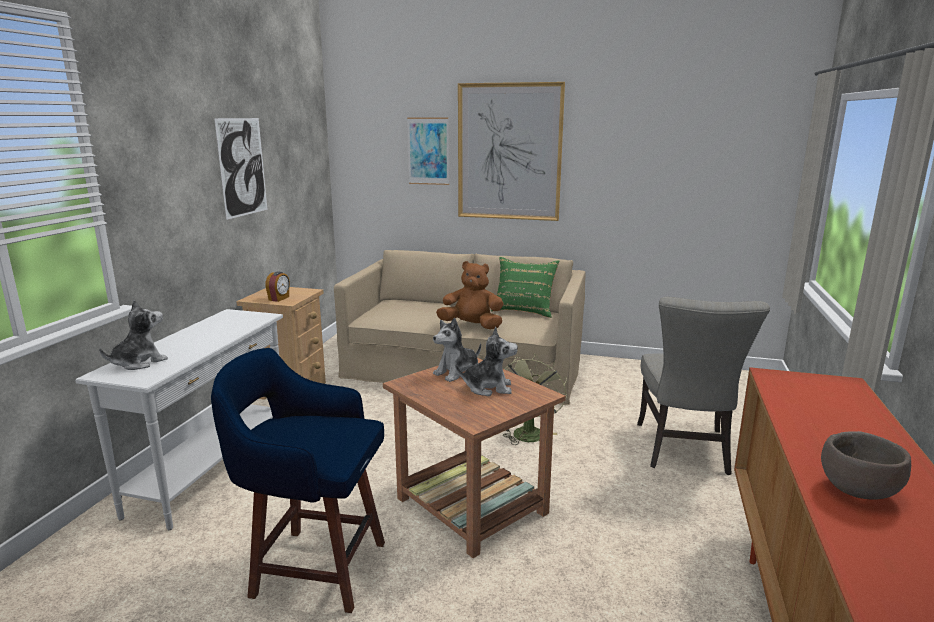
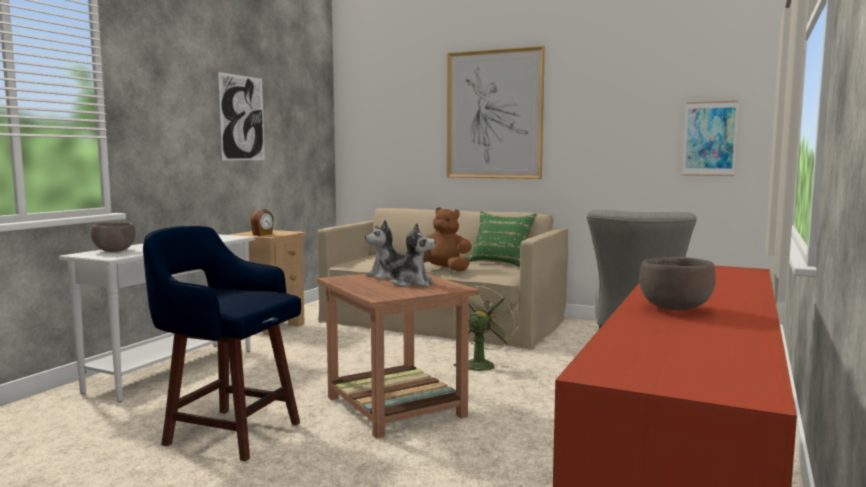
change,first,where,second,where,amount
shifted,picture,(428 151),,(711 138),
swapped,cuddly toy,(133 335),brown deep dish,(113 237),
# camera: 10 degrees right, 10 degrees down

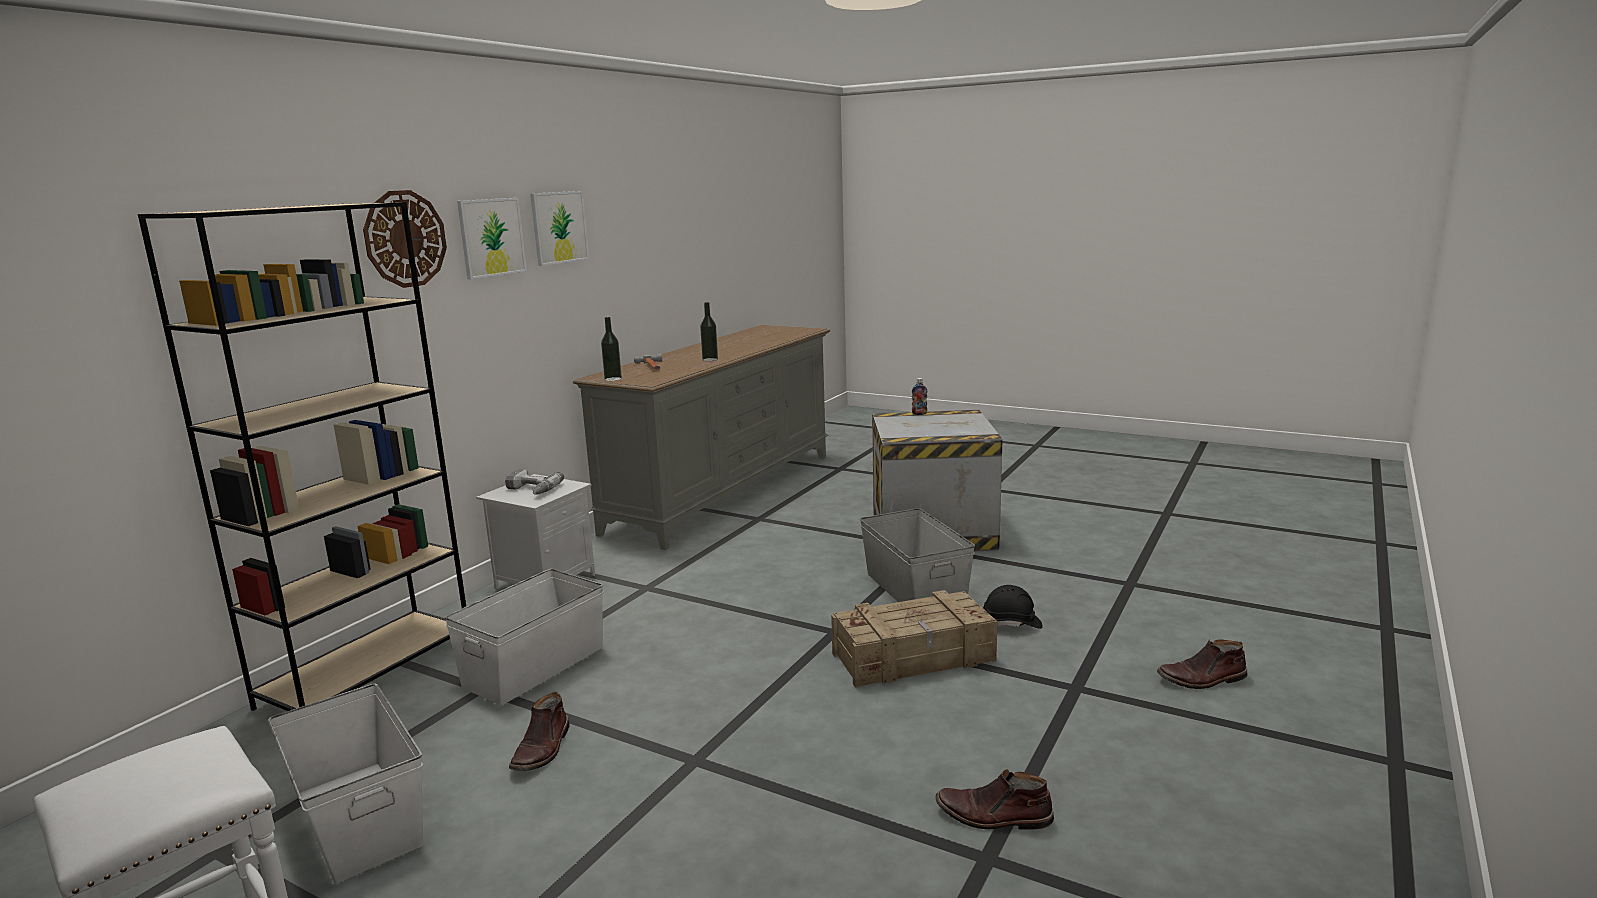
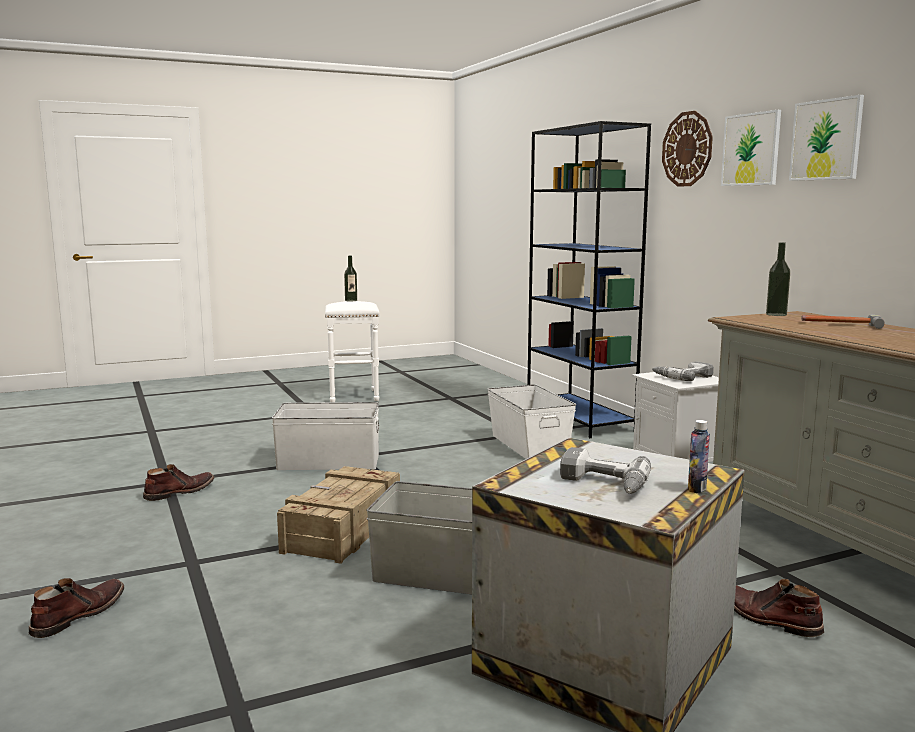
change,first,where,second,where,amount
repainted,sand-coloured bookcase,(302 456),blue bookcase,(589 279),
shifted,beverage bottle,(709 331),,(350 278),
gone,blackish work helmet,(1013 607),,,
shifted,whitish storage bin,(345 783),,(325 436),
shifted,brown boot,(539 731),,(779 608),
new,,,drill,(605 470),
# camera: 125 degrees right, 5 degrees down

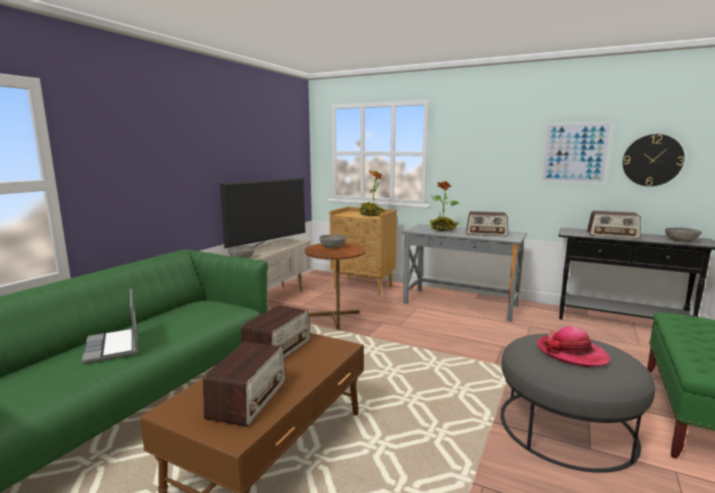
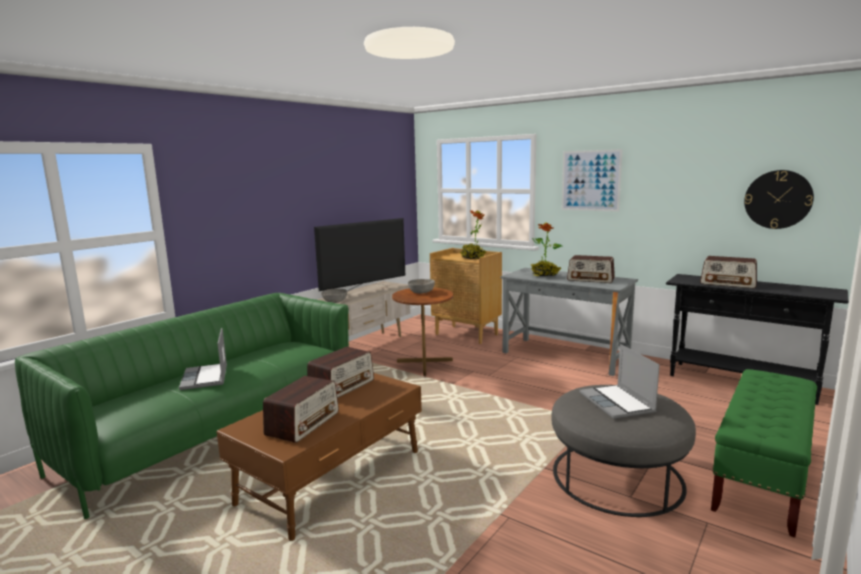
change,first,where,second,where,amount
shifted,picture,(577 153),,(592 180),
gone,greyish deep dish,(683 234),,,
swapped,hat,(574 346),notebook computer,(620 381),
# camera: 10 degrees right, 0 degrees up

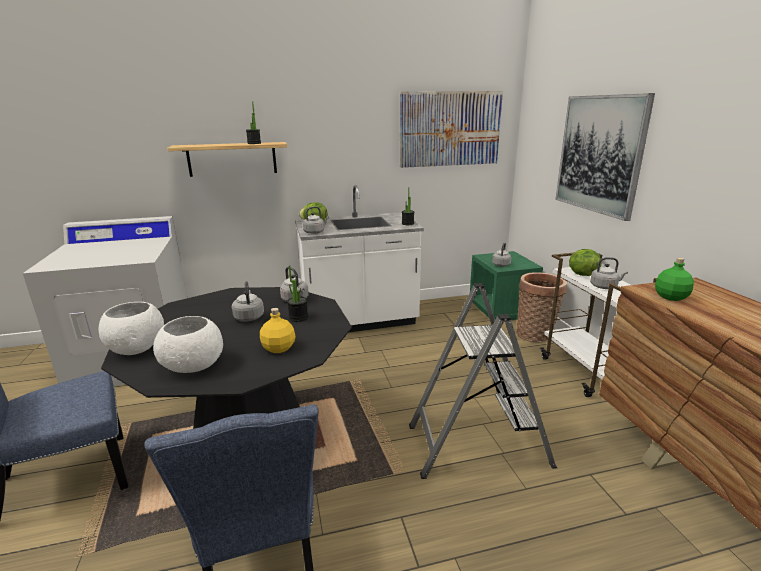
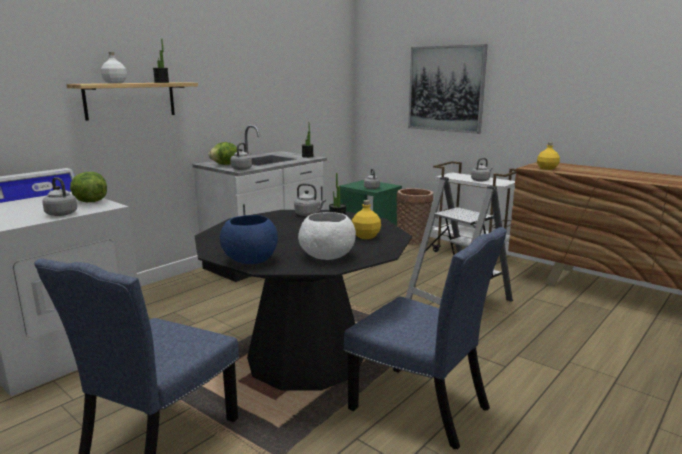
change,first,where,second,where,amount
gone,picture,(451 129),,,
shifted,head of lettuce,(585 262),,(88 187),
repainted,green-coloured beverage bottle,(674 279),yellow beverage bottle,(548 156),
shifted,greyish tea kettle,(248 301),,(59 196),
repainted,whitish deep dish,(131 328),blue deep dish,(249 239),
new,,,whitish beverage bottle,(114 67),
# camera: 35 degrees left, 5 degrees down

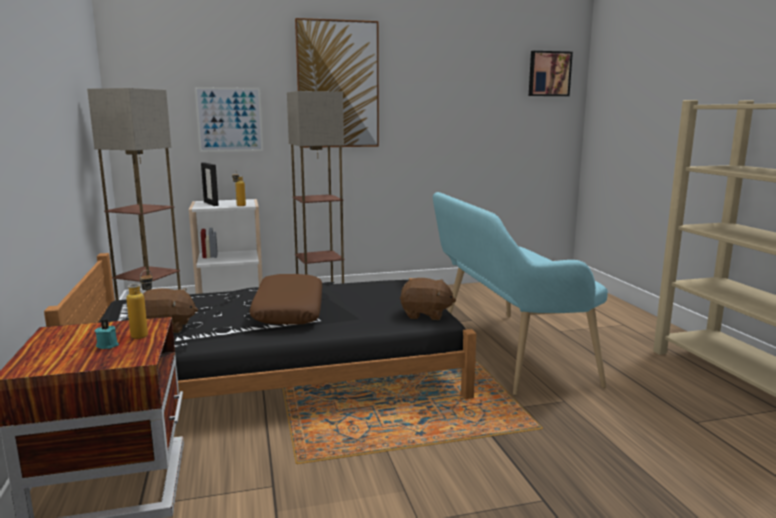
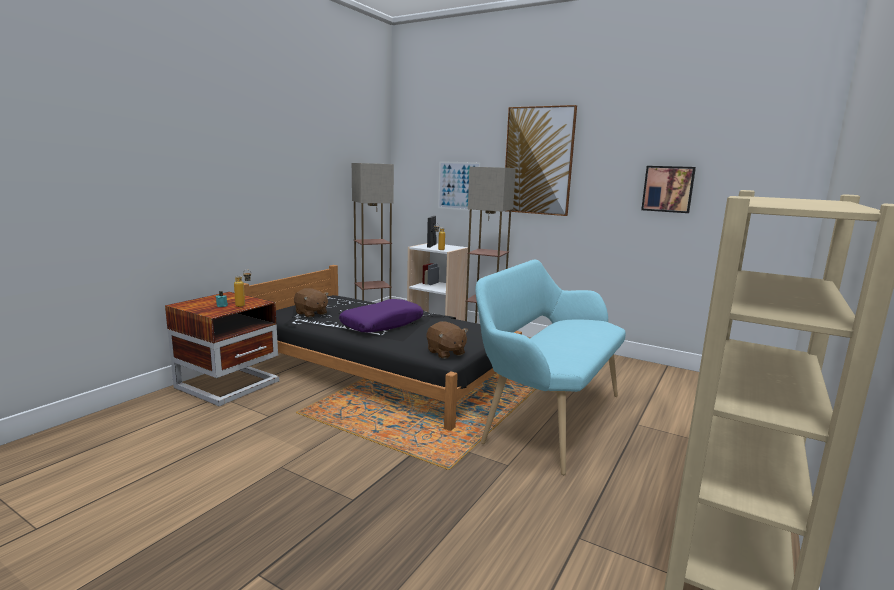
change,first,where,second,where,amount
shifted,picture,(551 73),,(668 189),
repainted,brown pillow,(285 299),purplish pillow,(381 316),
# camera: 45 degrees right, 0 degrees up

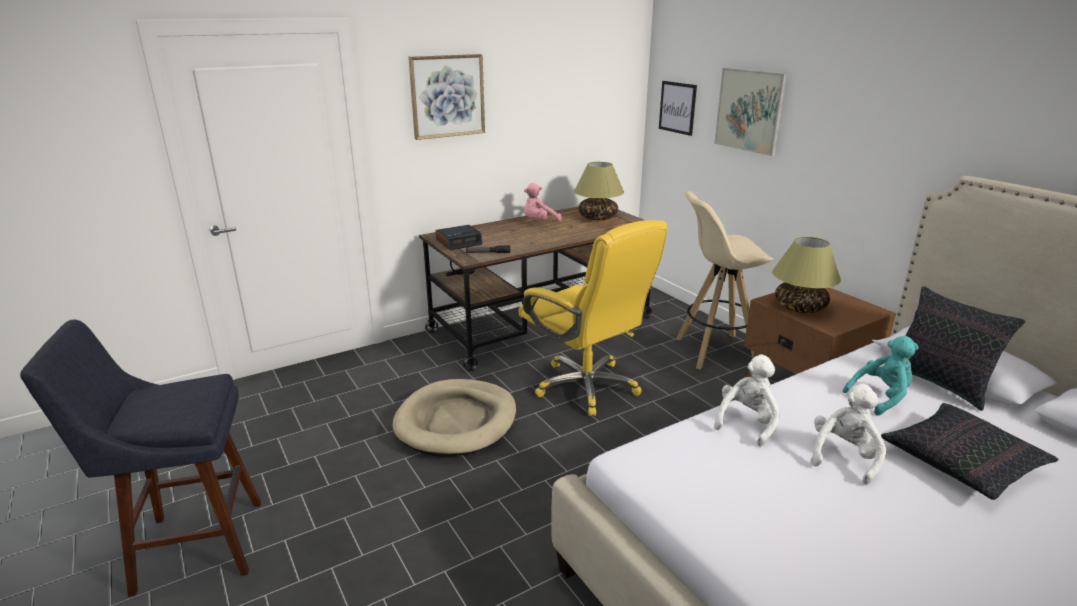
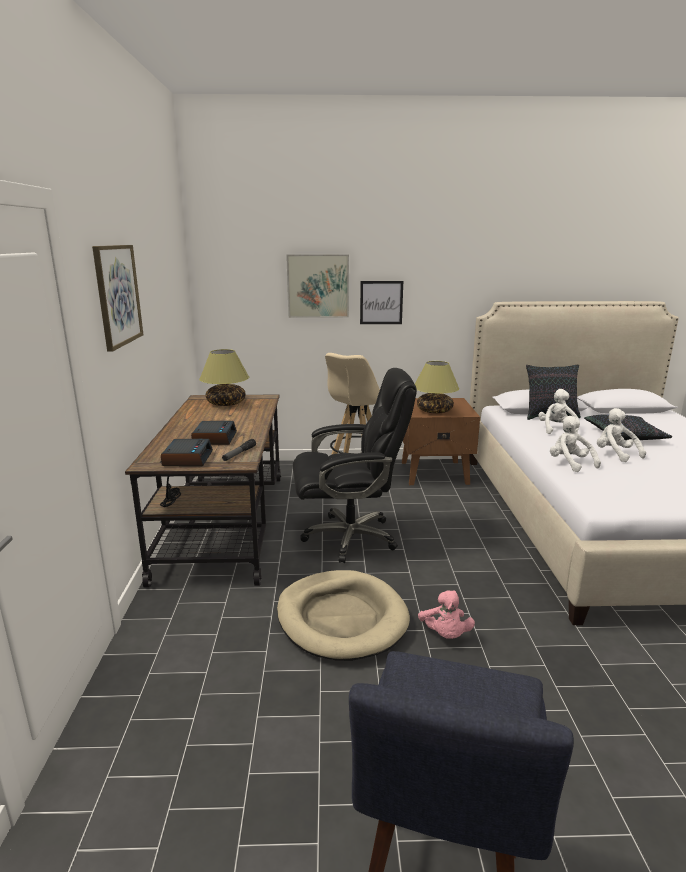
change,first,where,second,where,amount
shifted,picture,(678 108),,(381 302),
shifted,pink-coloured cuddly toy,(543 202),,(446 614),
repainted,yellow office chair,(593 318),blackish office chair,(355 465),
repainted,blue-green cuddly toy,(881 376),whitish cuddly toy,(559 411),
new,,,table clock,(214 433),
# camera: 60 degrees left, 5 degrees down

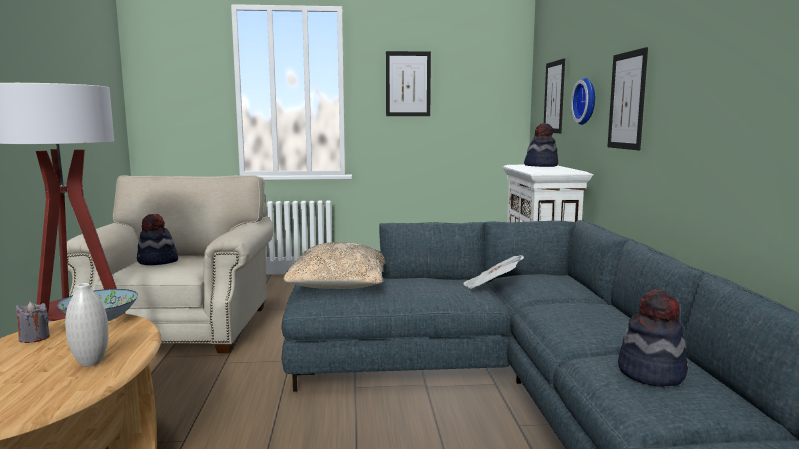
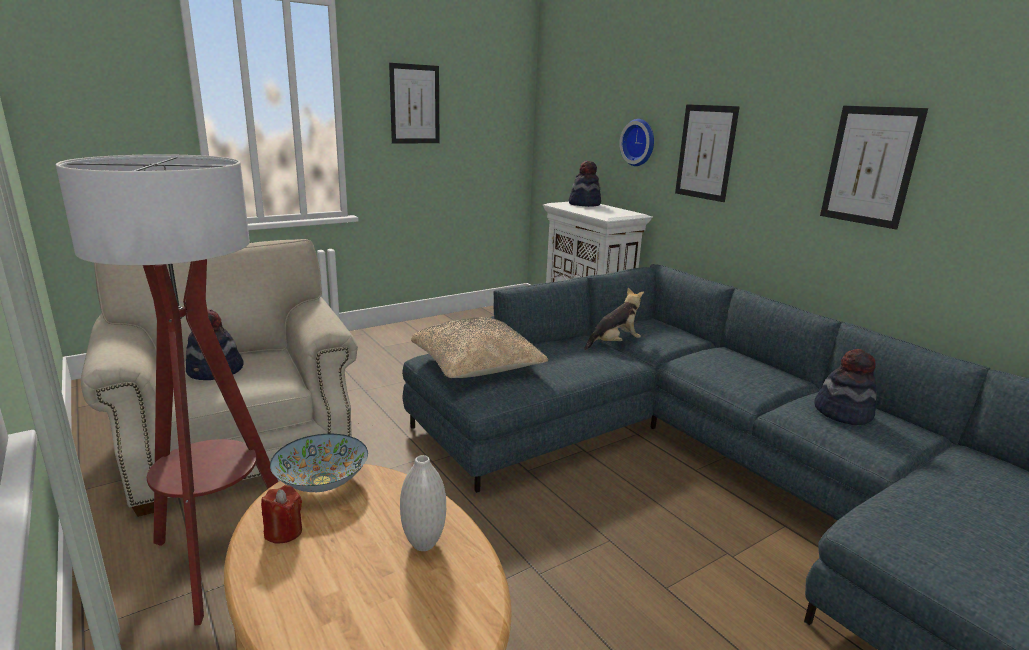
change,first,where,second,where,amount
shifted,picture,(554 95),,(874 167),
swapped,printed paper,(493 272),cuddly toy,(614 319),
repainted,greyish wax light,(33 322),red wax light,(281 514),
# camera: 30 degrees left, 10 degrees up

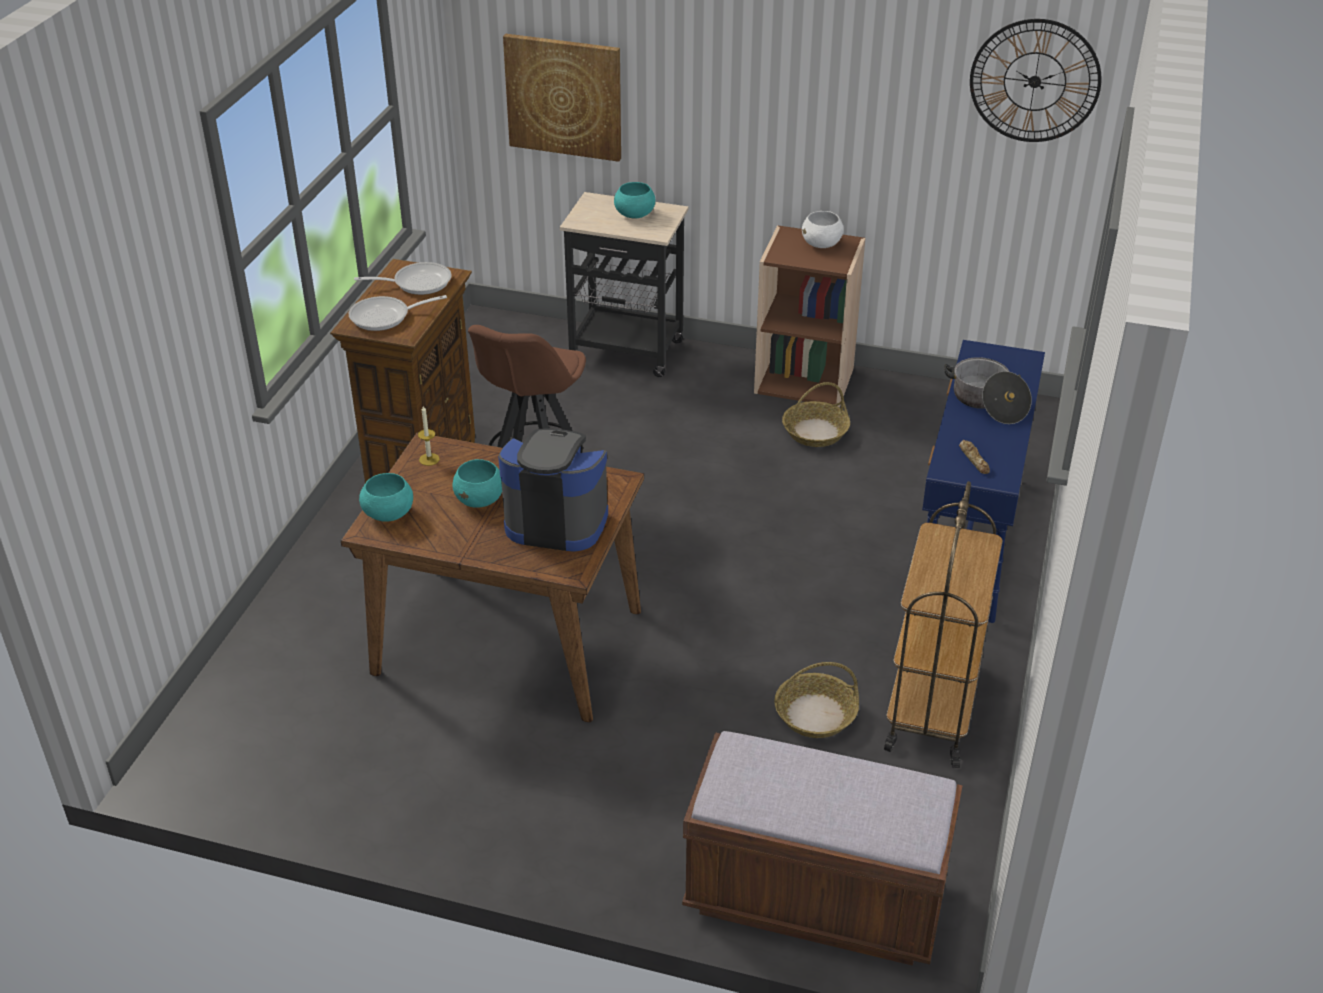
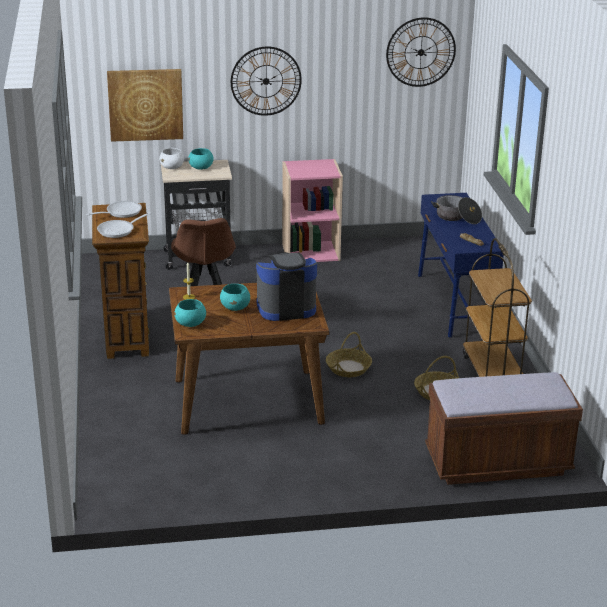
change,first,where,second,where,amount
shifted,whitish deep dish,(823 229),,(171 158),
repainted,brown bookcase,(809 316),pink-coloured bookcase,(312 210),
shifted,basket,(816 414),,(349 354),
new,,,clock on the wall,(266 81),
# camera: 25 degrees left, 10 degrees down

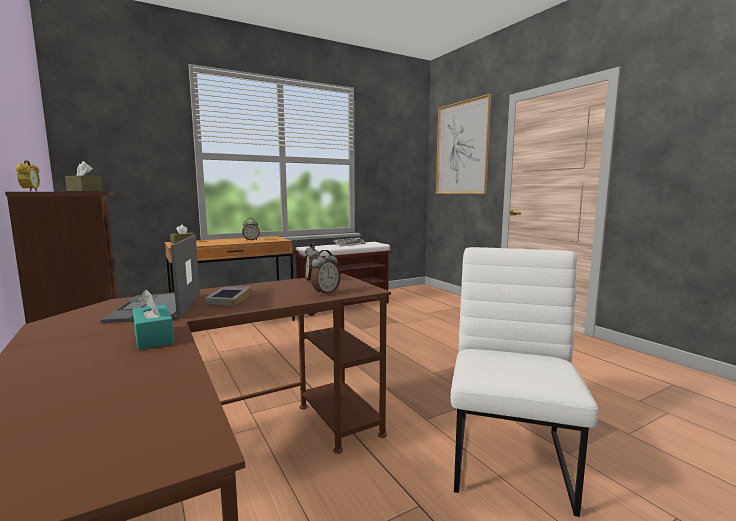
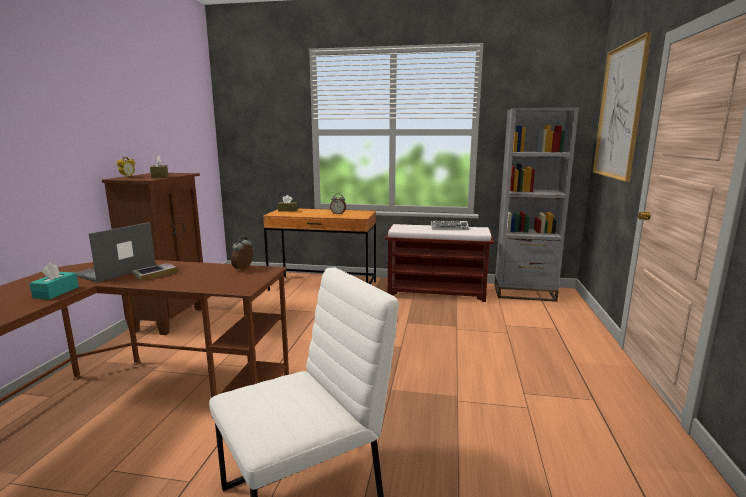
change,first,where,second,where,amount
gone,table clock,(326 272),,,
new,,,greyish bookcase,(537 204),
# camera: 40 degrees right, 5 degrees up

